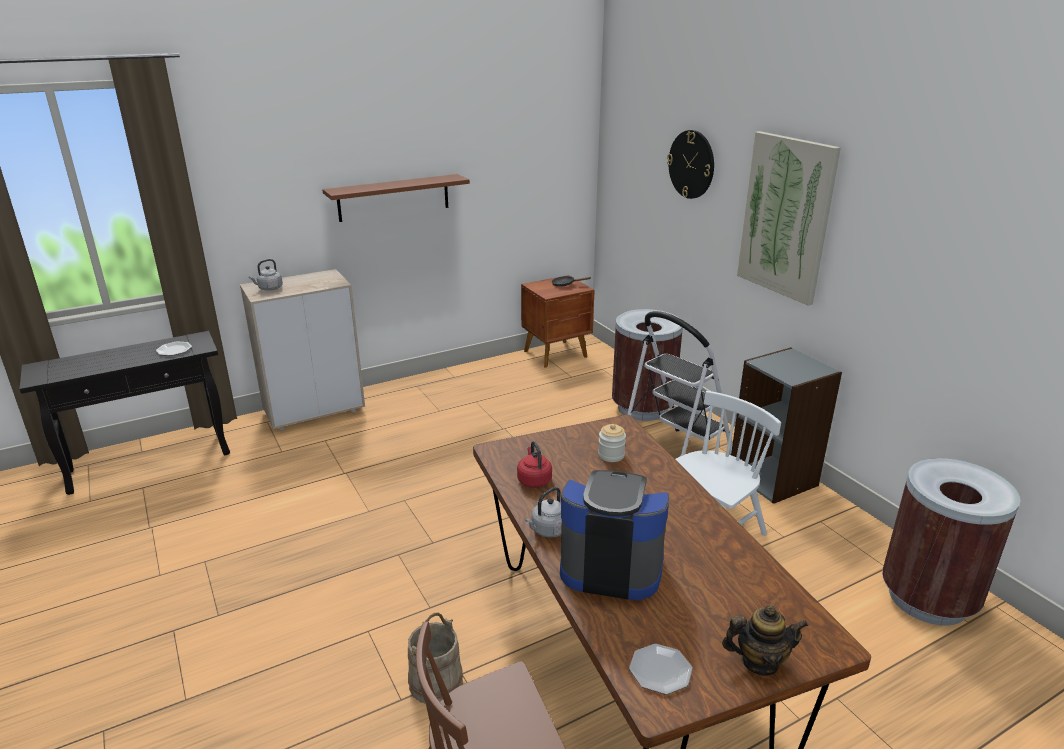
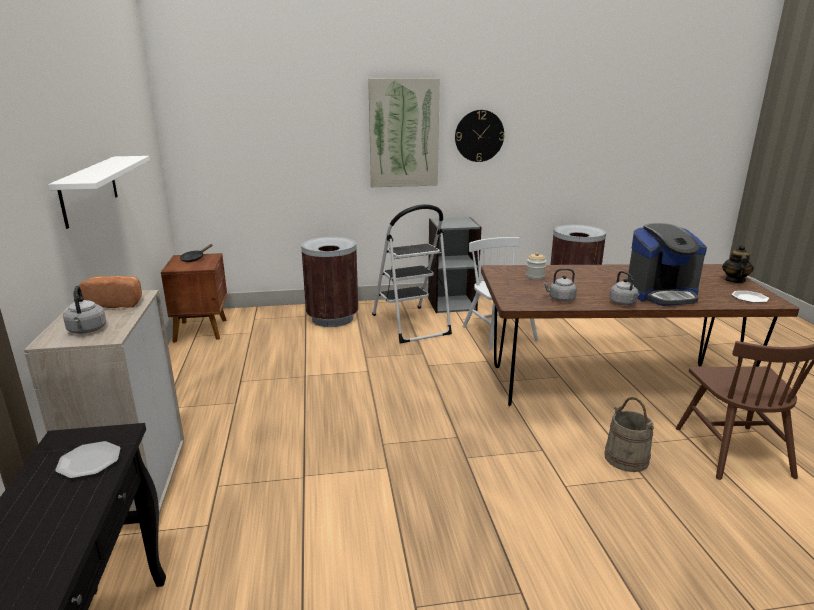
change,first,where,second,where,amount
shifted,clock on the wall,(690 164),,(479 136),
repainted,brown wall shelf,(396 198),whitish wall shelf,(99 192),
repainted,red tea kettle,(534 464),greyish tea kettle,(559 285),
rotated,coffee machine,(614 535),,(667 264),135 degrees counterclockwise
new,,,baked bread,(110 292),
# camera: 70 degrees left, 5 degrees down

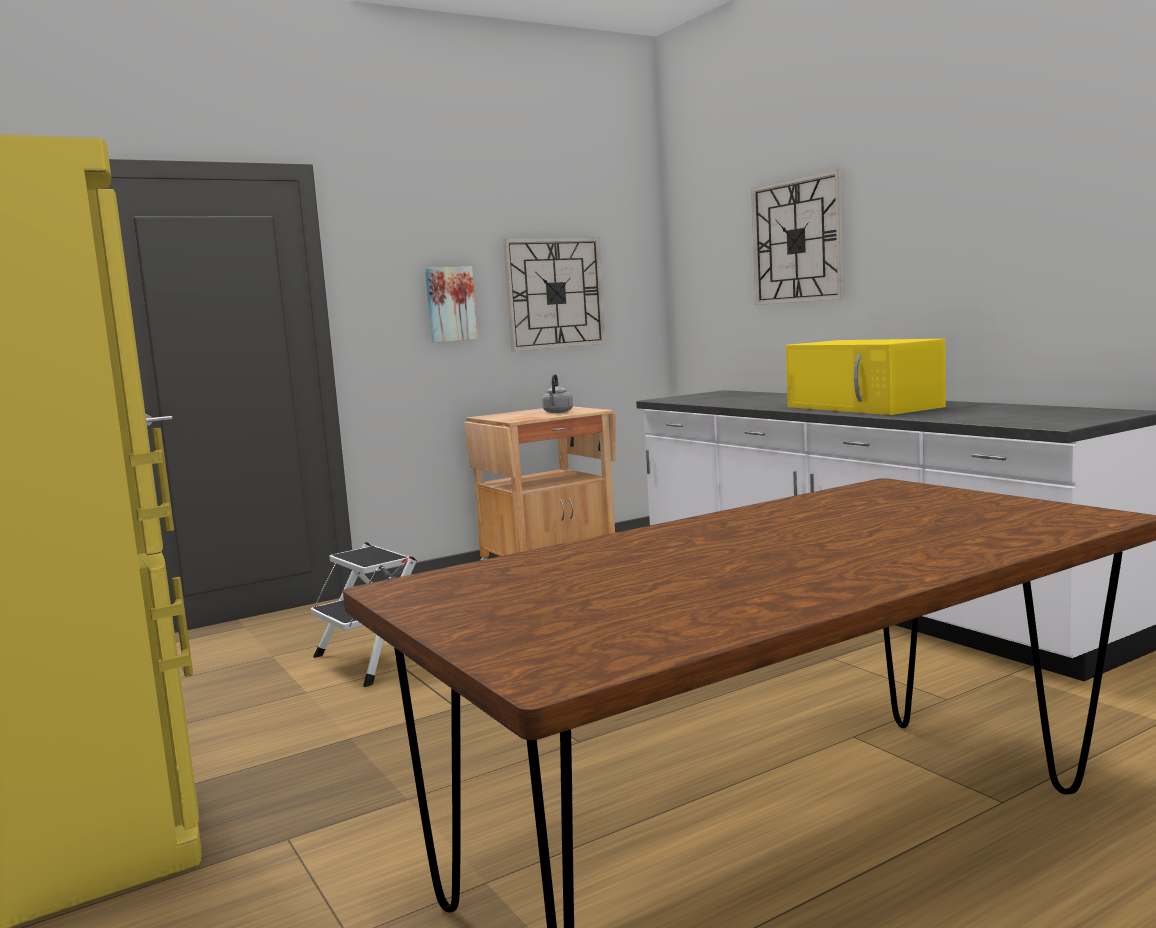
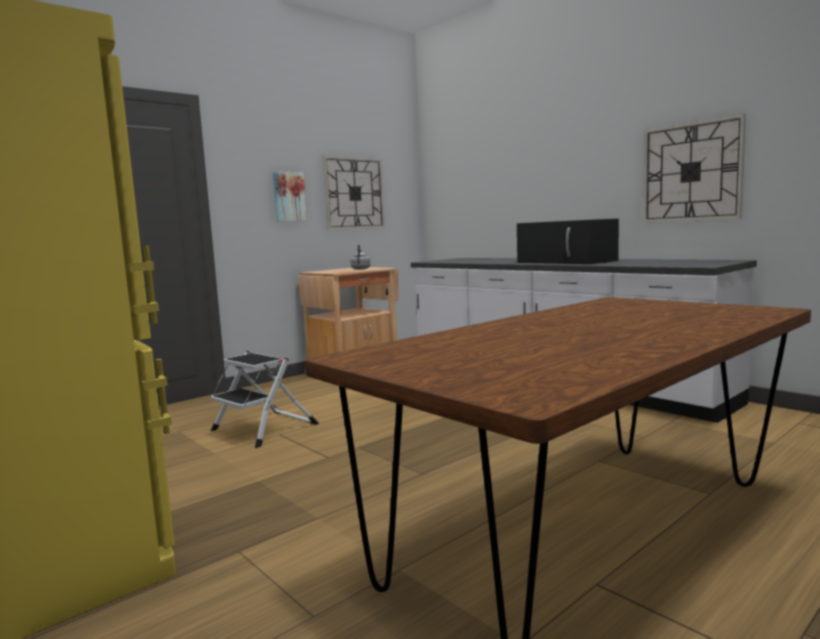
change,first,where,second,where,amount
shifted,clock on the wall,(798 237),,(694 168),
repainted,yellow kitchen microwave,(866 377),blackish kitchen microwave,(568 241),
# camera: 10 degrees left, 0 degrees up

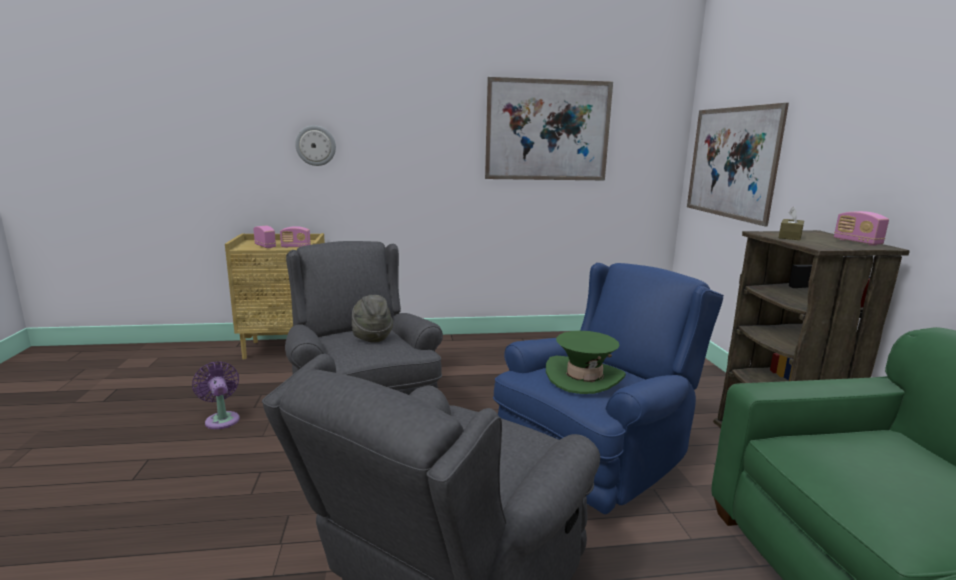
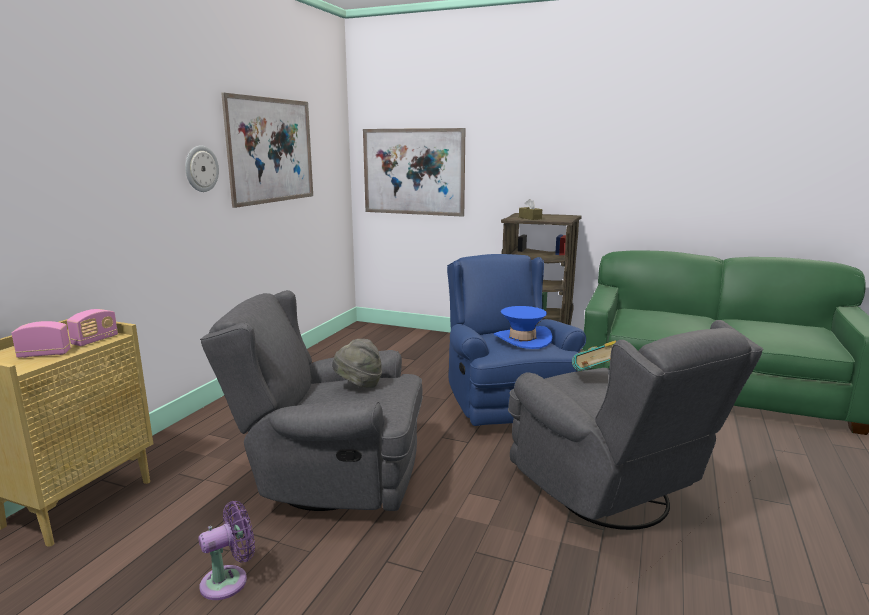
change,first,where,second,where,amount
shifted,clock on the wall,(315 145),,(202 168),
gone,radio receiver,(861 228),,,
repainted,green-coloured hat,(586 362),blue hat,(523 327),
rotated,purplish electric fan,(216 395),,(227 550),150 degrees clockwise
new,,,volume,(594 355),
# camera: 60 degrees left, 0 degrees up

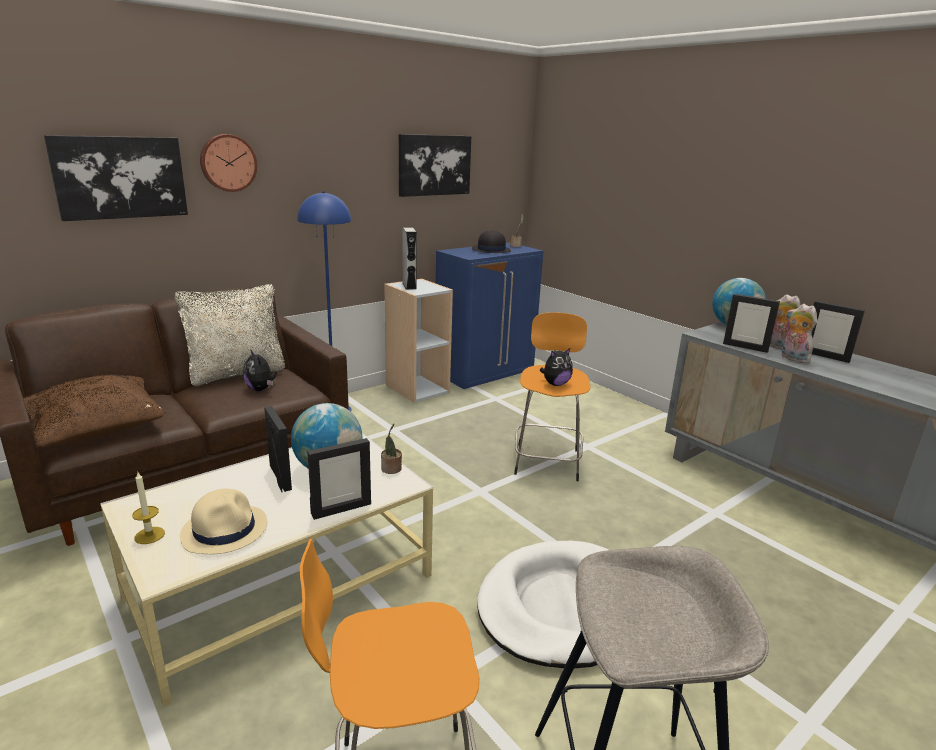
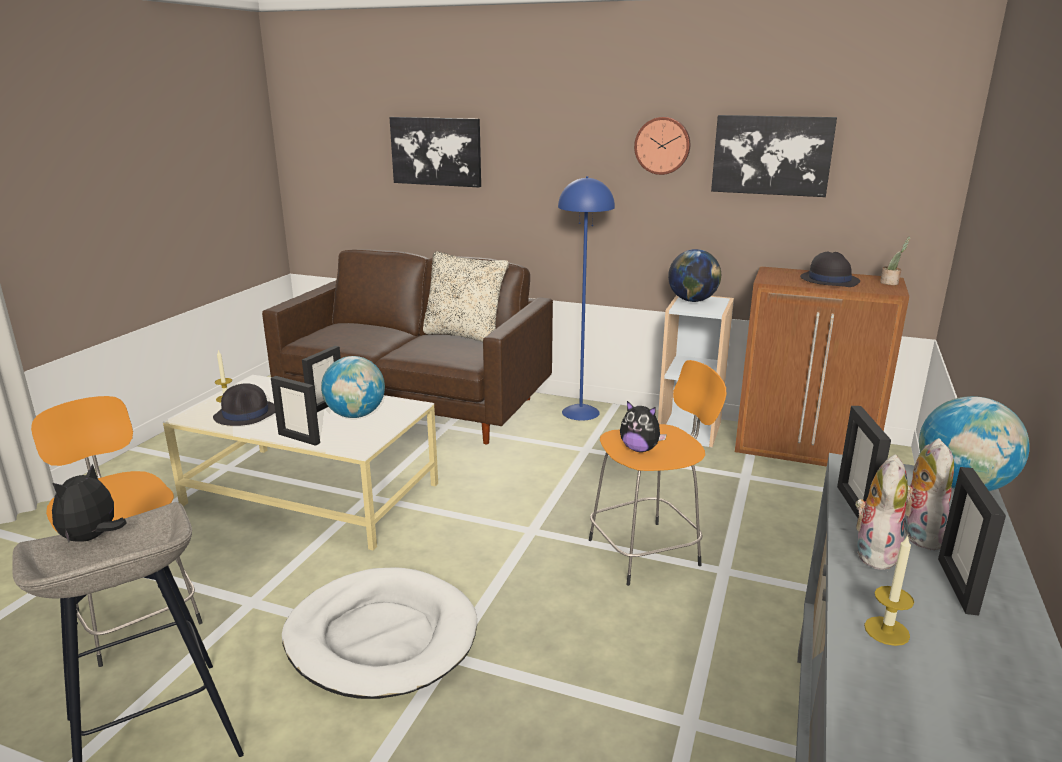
change,first,where,second,where,amount
shifted,clock on the wall,(228 163),,(662 146),
swapped,greyish loudspeaker,(410 259),desk globe,(694 275),
repainted,blue storage cabinet,(489 316),brown storage cabinet,(822 366),
shifted,cuddly toy,(260 370),,(89 503),
gone,brown pillow,(94 410),,,
gone,potted plant,(391 448),,,
repainted,sand-coloured hat,(223 521),blackish hat,(244 404),
new,,,wax light,(889 590),
# camera: 60 degrees right, 0 degrees up

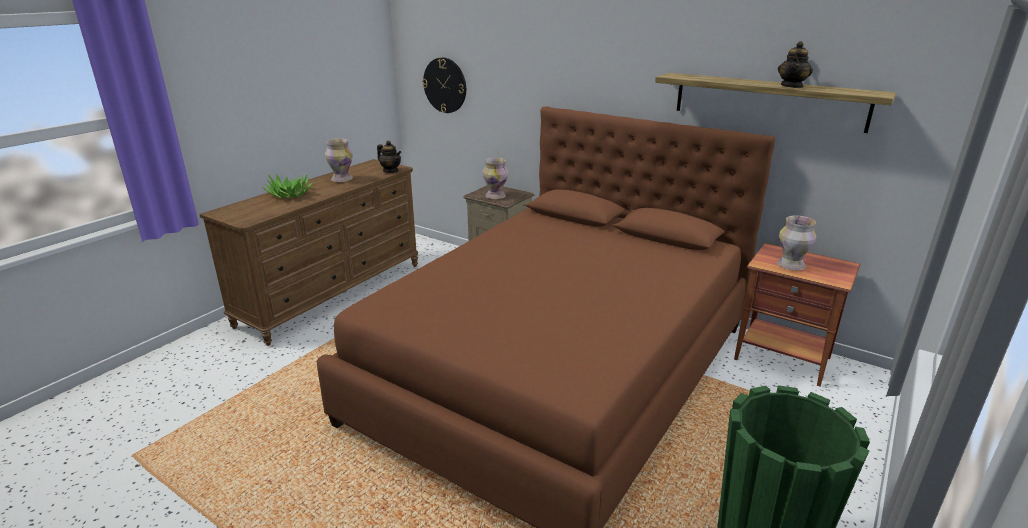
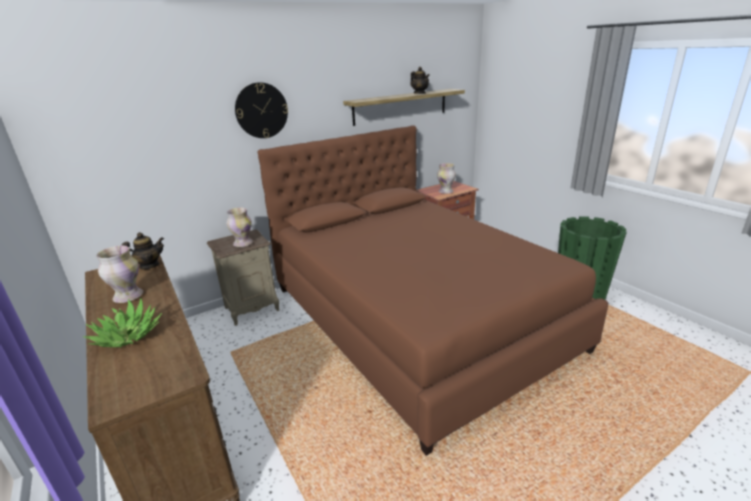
change,first,where,second,where,amount
shifted,clock on the wall,(444 85),,(261 110),
# camera: 65 degrees left, 0 degrees up

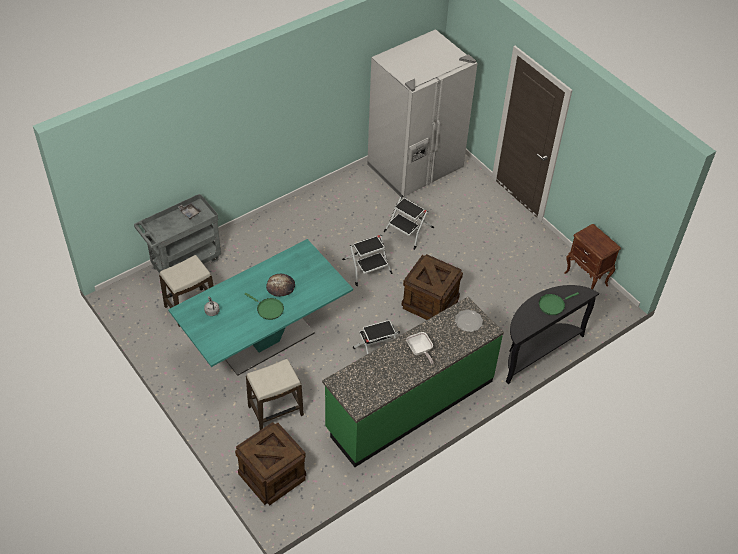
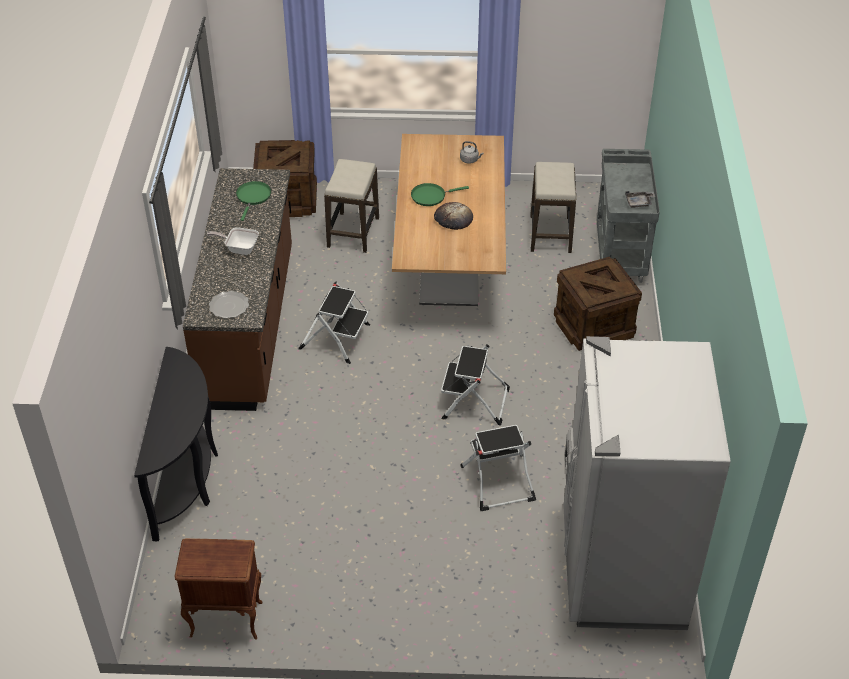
change,first,where,second,where,amount
repainted,blue-green kitchen table,(260 307),sand-coloured kitchen table,(449 220),
shifted,crate,(432 287),,(598 304),
shifted,green-coloured pan,(559 303),,(253 201),
repainted,green-coloured counter,(413 382),brown counter,(237 289),
# camera: 130 degrees right, 5 degrees down

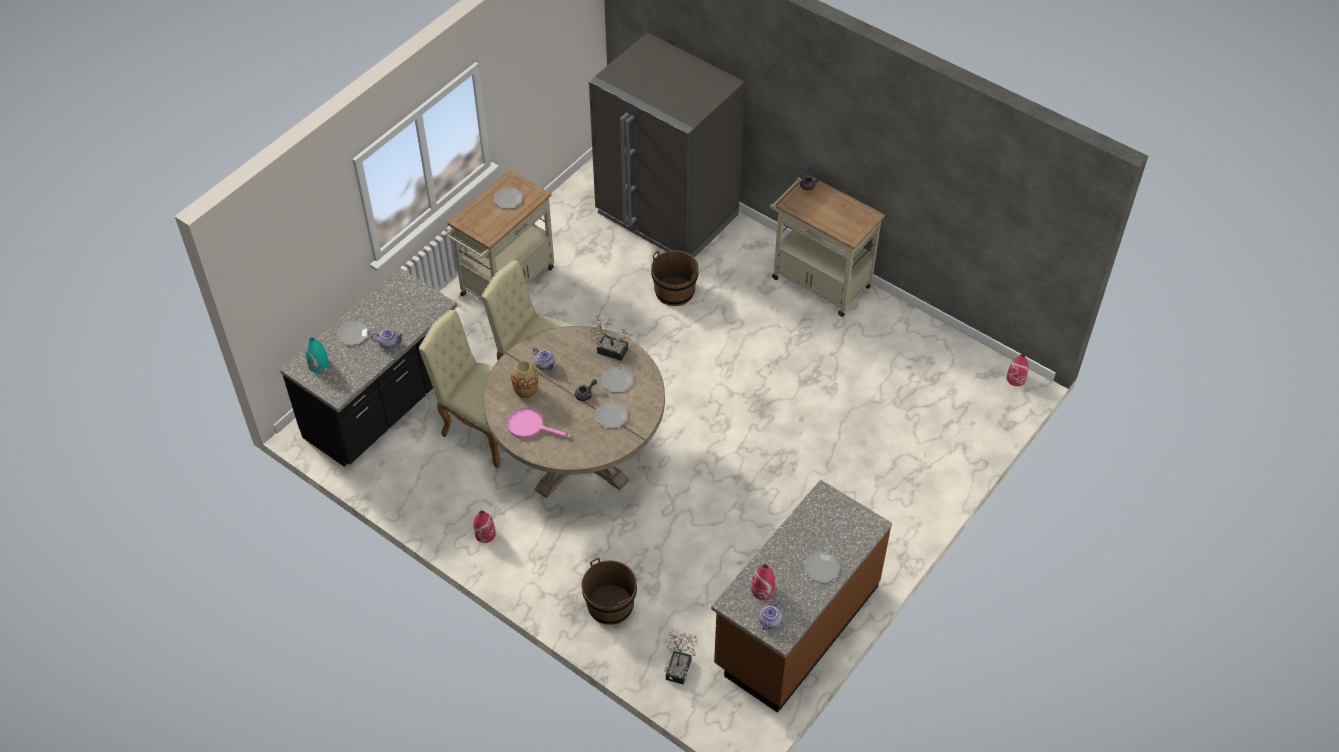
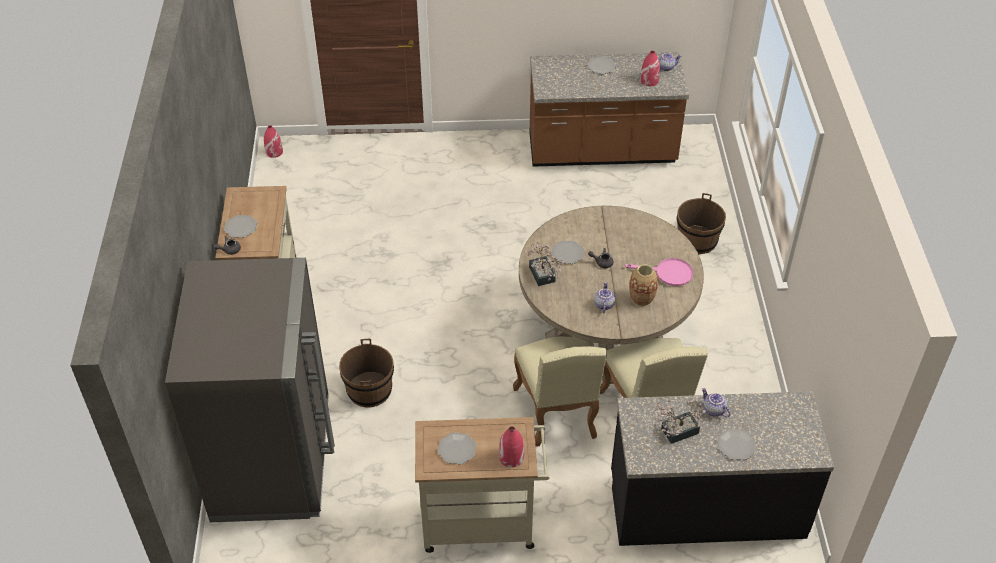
change,first,where,second,where,amount
gone,blue-green flower vase,(317 355),,,
shifted,plate,(612 415),,(240 226),
rotated,pink-coloured pan,(539 422),,(659 272),60 degrees counterclockwise
shifted,red flower vase,(485 527),,(511 447),
shifted,potted plant,(681 657),,(680 421),
# camera: 130 degrees left, 5 degrees down

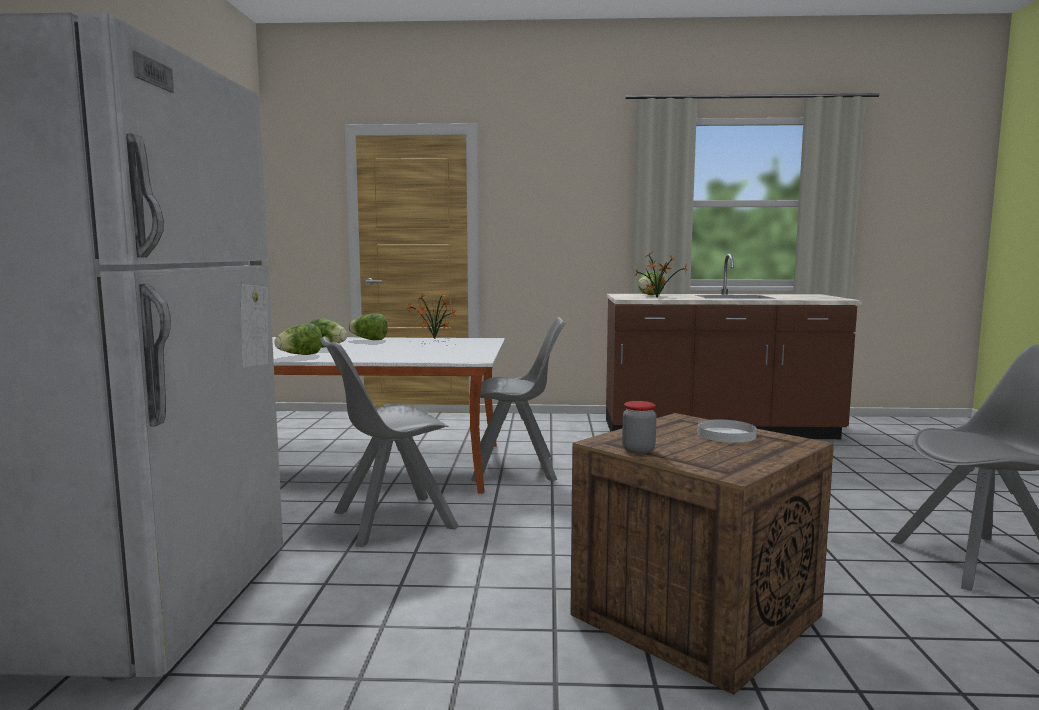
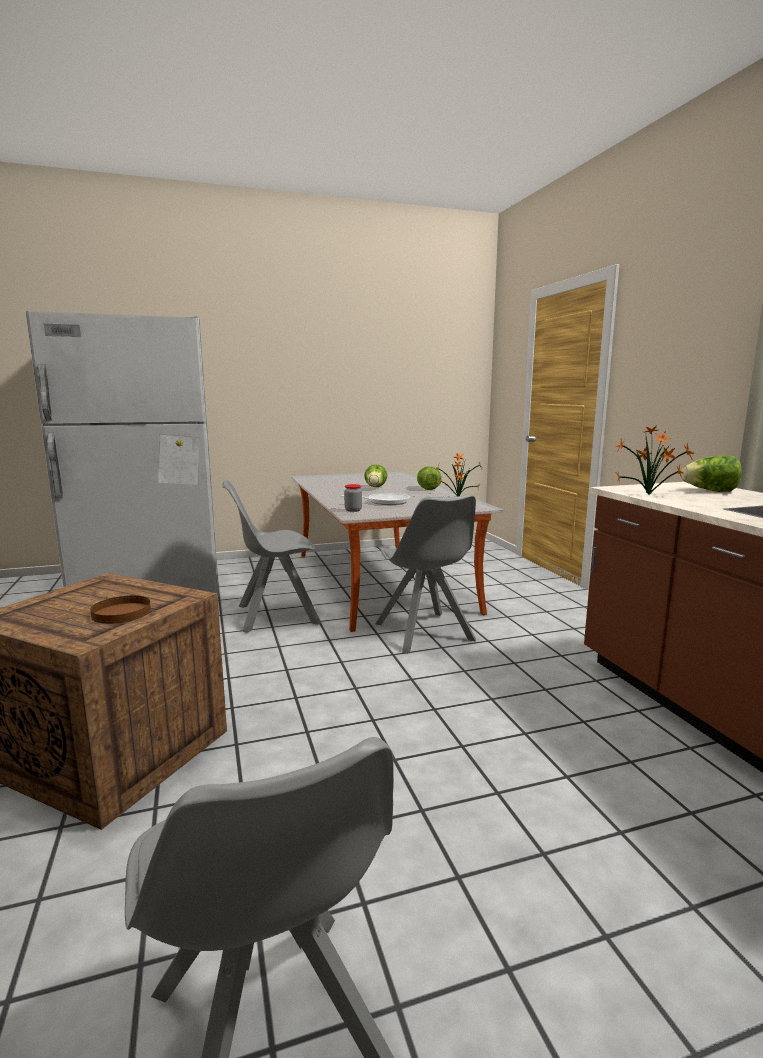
change,first,where,second,where,amount
gone,head of lettuce,(298 339),,,
rotated,greyish plain chair,(389 441),,(271 556),60 degrees counterclockwise
shifted,storage jar,(639 427),,(353 498),
repainted,whitish plate,(727 431),brown plate,(120 610),
new,,,pan,(375 499),
# camera: 70 degrees right, 5 degrees up

